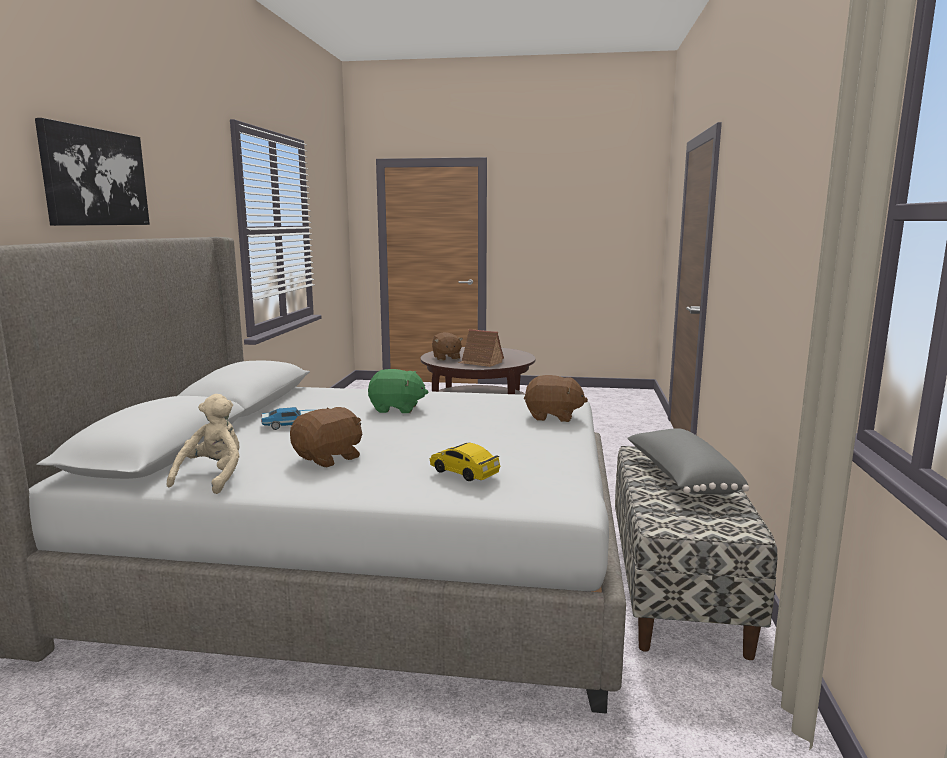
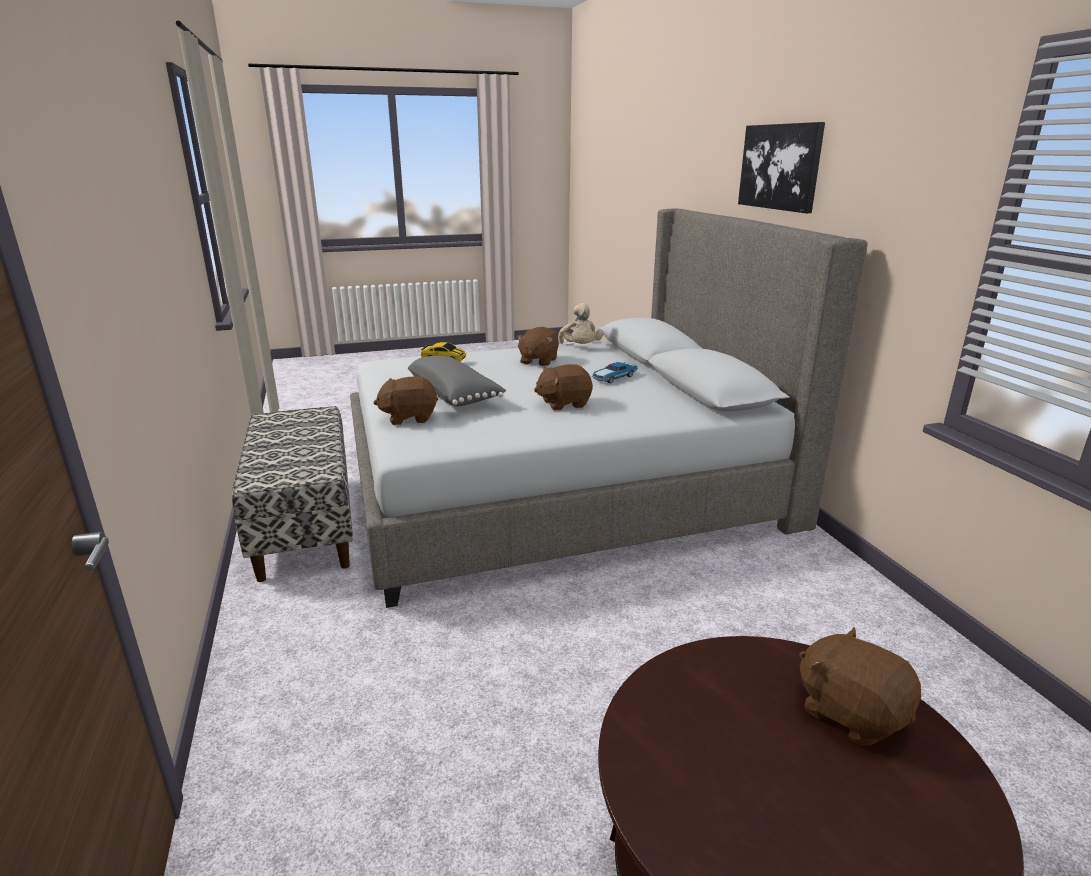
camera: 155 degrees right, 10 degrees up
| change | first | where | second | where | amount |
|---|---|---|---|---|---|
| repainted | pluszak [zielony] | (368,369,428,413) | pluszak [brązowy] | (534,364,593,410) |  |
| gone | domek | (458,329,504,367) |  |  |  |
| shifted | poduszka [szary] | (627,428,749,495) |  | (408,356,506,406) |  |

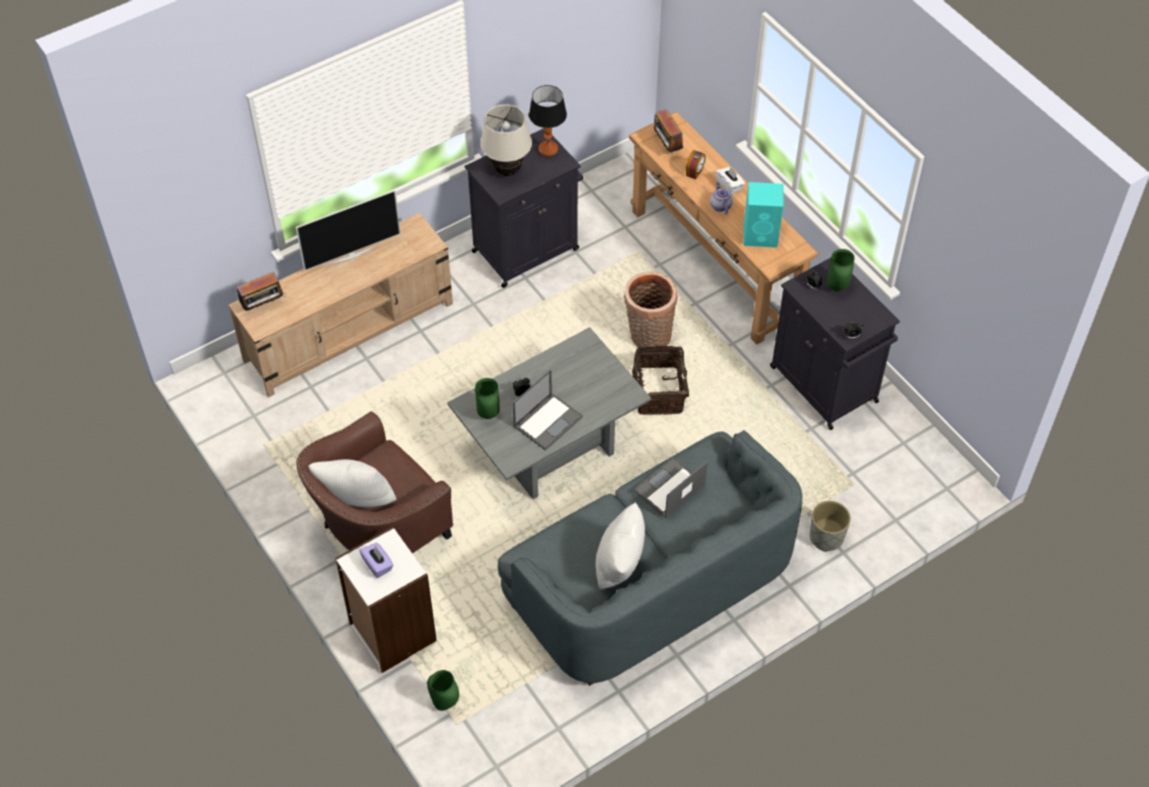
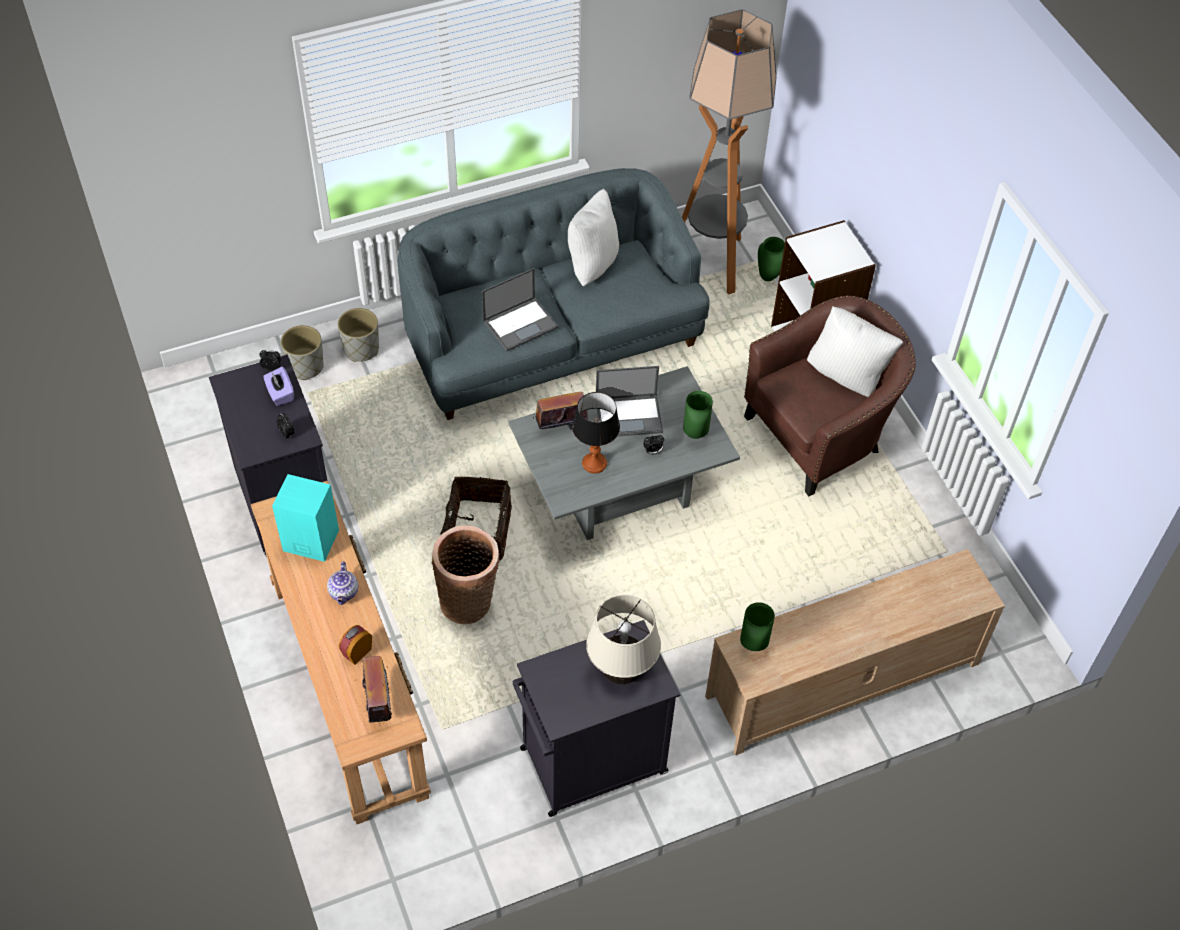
camera: 170 degrees left, 0 degrees up
| change | first | where | second | where | amount |
|---|---|---|---|---|---|
| shifted | radio | (237,272,285,313) |  | (533,386,588,431) |  |
| gone | telewizor | (296,190,401,271) |  |  |  |
| shifted | pudełko chusteczek [fioletowy] | (359,543,393,578) |  | (263,366,294,406) |  |
| rotated | laptop | (513,369,583,451) |  | (596,366,663,437) | 150 degrees counterclockwise |
| shifted | lampa stołowa | (529,85,567,156) |  | (572,392,620,474) |  |
| gone | pudełko chusteczek [biały] | (716,167,745,195) |  |  |  |
| shifted | wazon [zielony] | (827,249,855,292) |  | (740,602,775,651) |  |
| new |  |  | donica [szary] | (281,325,324,380) |  |
| new |  |  | lampa stojąca | (682,9,777,295) |  |

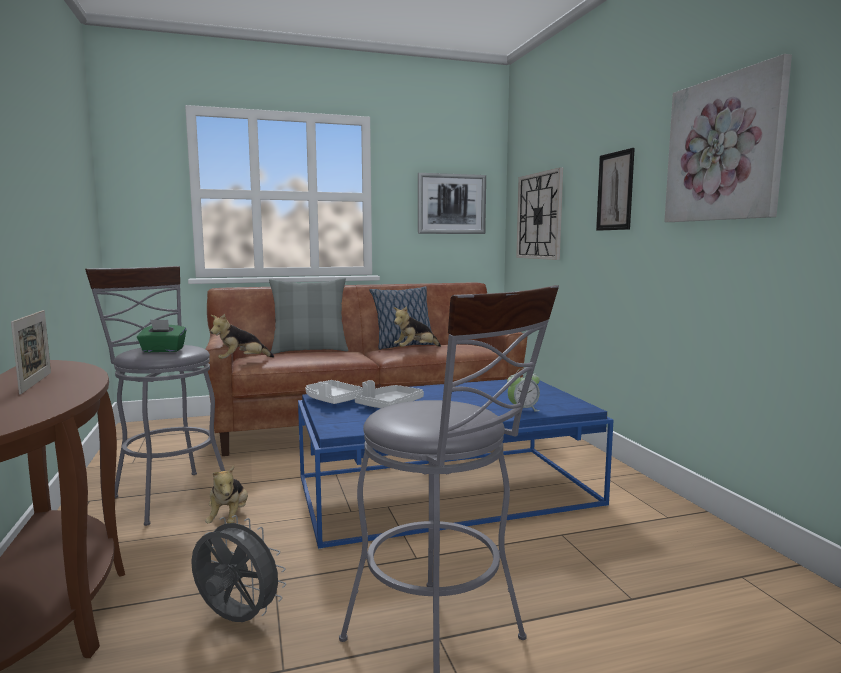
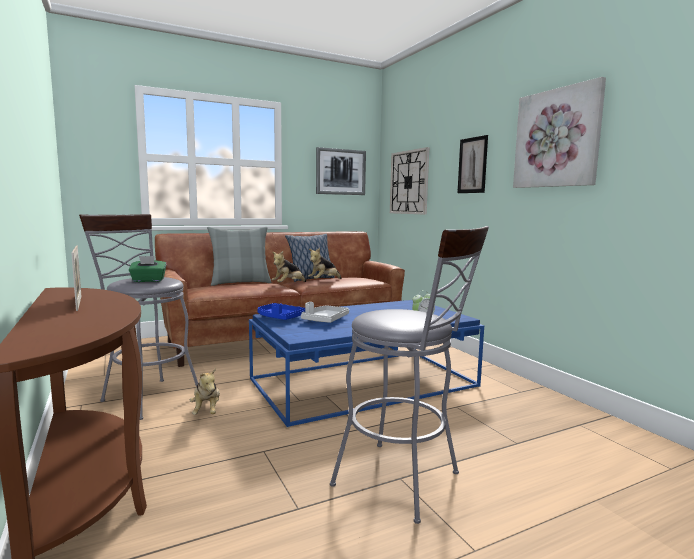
camera: 10 degrees left, 0 degrees up
| change | first | where | second | where | amount |
|---|---|---|---|---|---|
| gone | wentylator [szary] | (191,515,286,622) |  |  |  |
| shifted | pluszak | (210,314,274,359) |  | (272,251,306,283) |  |
| repainted | taca [biały] | (305,380,363,404) | taca [niebieski] | (257,303,305,320) |  |

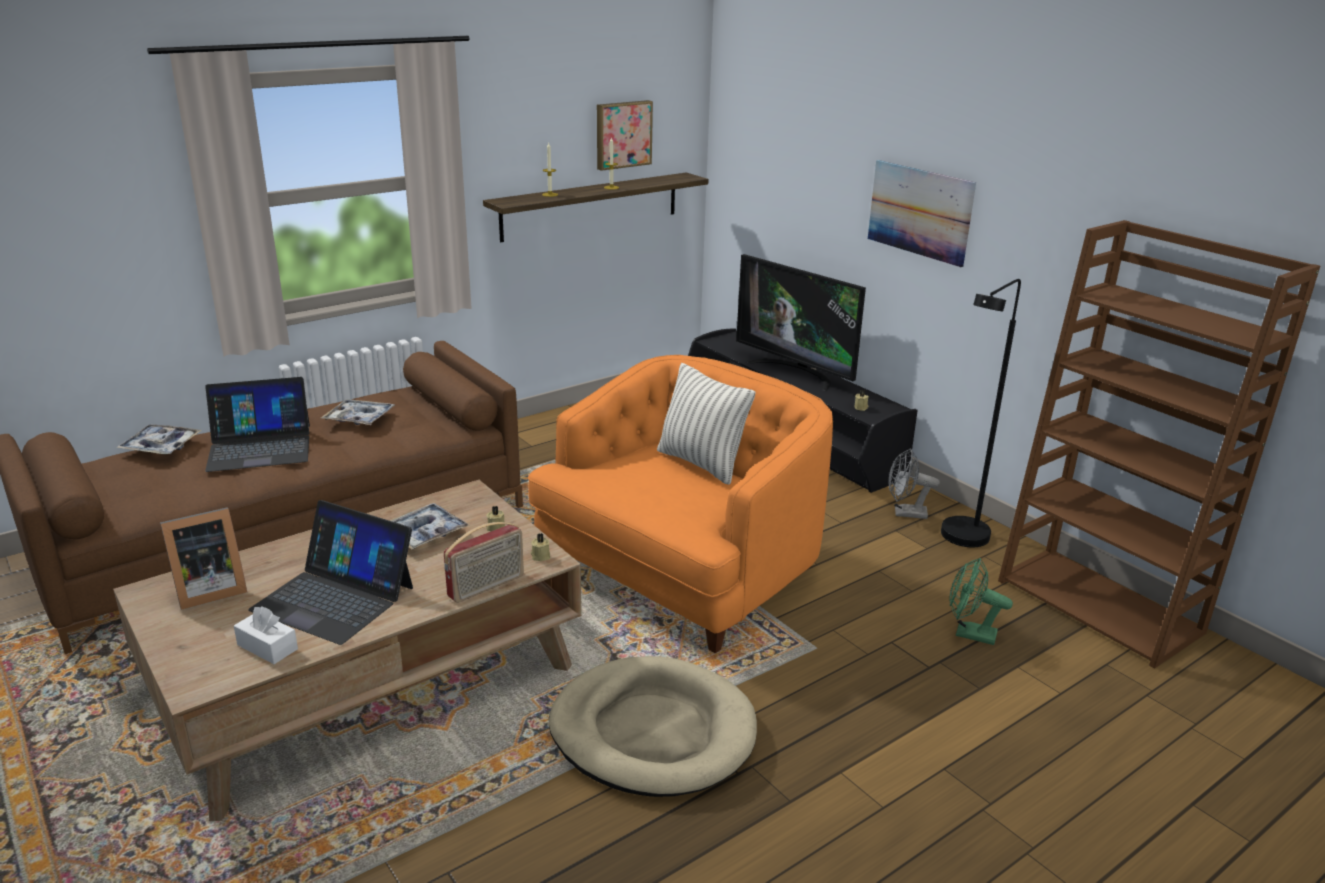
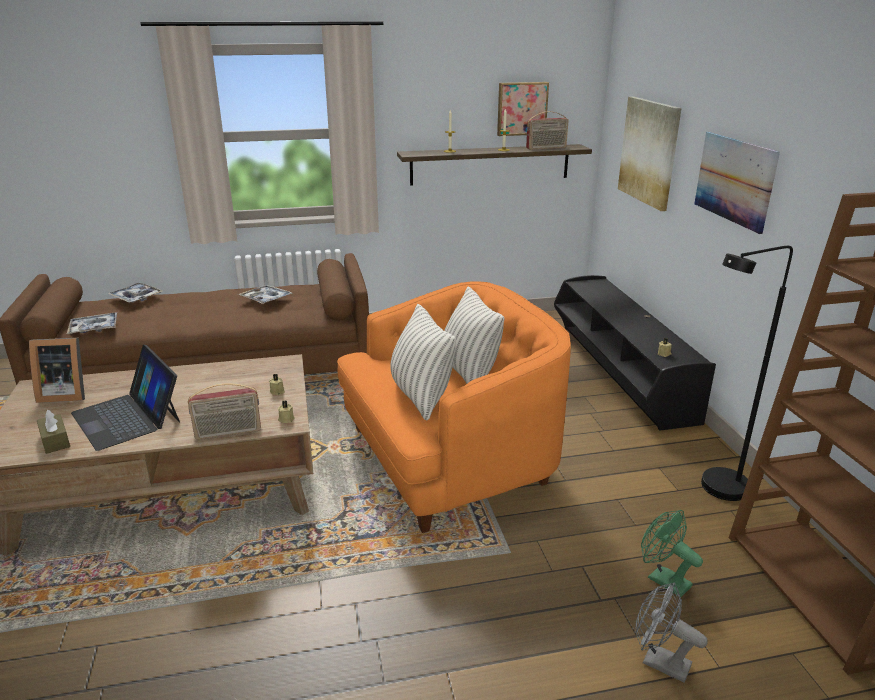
camera: 25 degrees right, 0 degrees up
| change | first | where | second | where | amount |
|---|---|---|---|---|---|
| gone | laptop | (205,377,310,472) |  |  |  |
| repainted | pudełko chusteczek [biały] | (234,606,298,664) | pudełko chusteczek [brązowy] | (37,410,70,454) |  |
| shifted | taca | (391,503,469,549) |  | (67,312,117,334) |  |
| gone | legowisko [beżowy] | (549,656,757,797) |  |  |  |
| gone | telewizor | (736,254,866,391) |  |  |  |
| shifted | wentylator [szary] | (889,449,940,519) |  | (635,583,708,683) |  |
| new |  |  | poduszka | (390,304,456,420) |  |
| new |  |  | radio | (526,111,568,150) |  |
| new |  |  | obraz | (618,97,682,211) |  |

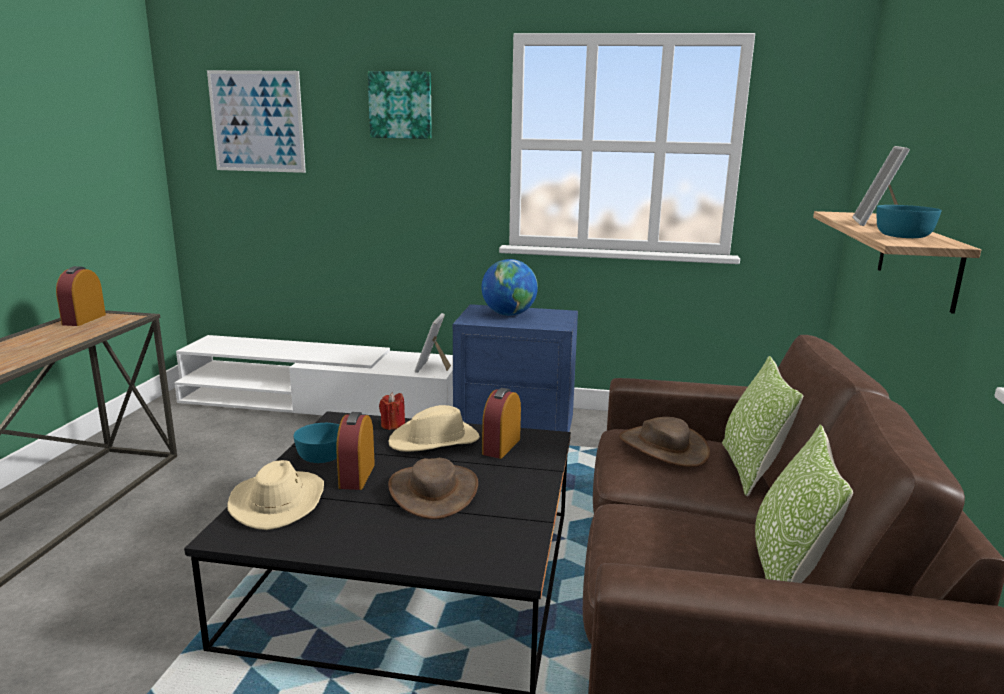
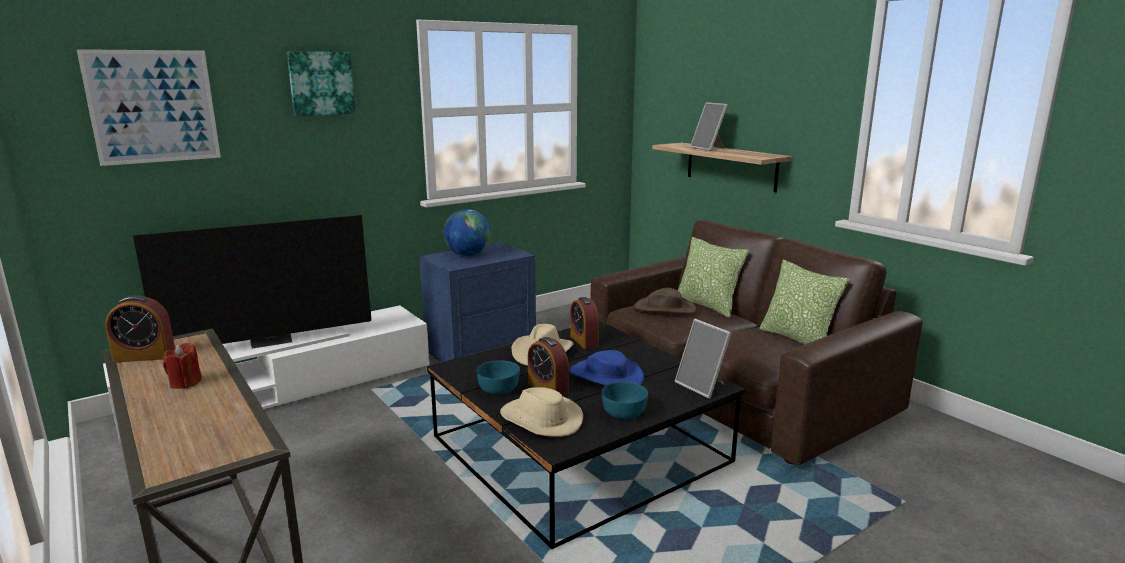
camera: 45 degrees left, 0 degrees up
| change | first | where | second | where | amount |
|---|---|---|---|---|---|
| rotated | budzik | (56,266,106,326) |  | (105,295,175,362) | 60 degrees counterclockwise |
| shifted | świeca [czerwony] | (379,393,405,430) |  | (163,343,202,389) |  |
| repainted | kapelusz [brązowy] | (388,458,478,519) | kapelusz [niebieski] | (569,350,644,385) |  |
| shifted | ramka na zdjęcie | (415,313,451,373) |  | (675,319,731,399) |  |
| shifted | miska [turkusowy] | (877,205,941,238) |  | (601,382,648,419) |  |
| new |  |  | telewizor | (133,215,371,349) |  |

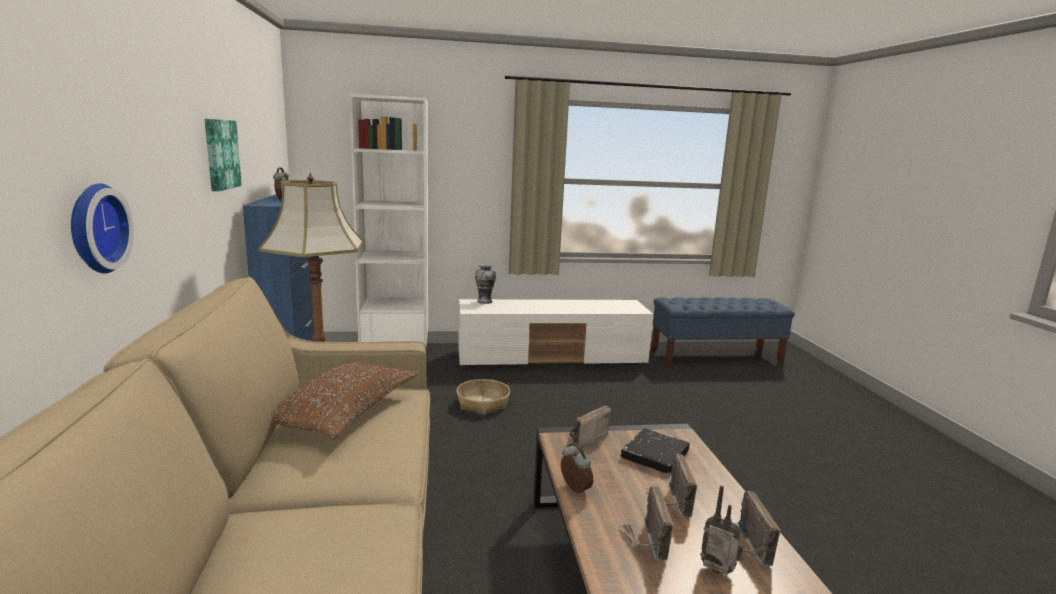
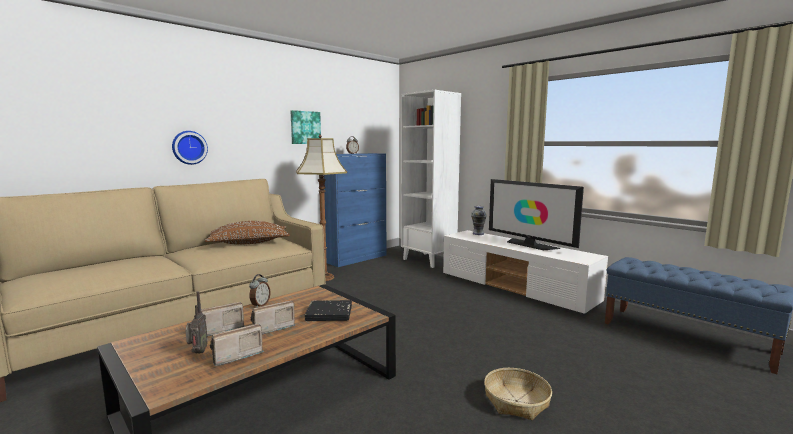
camera: 55 degrees right, 5 degrees down
| change | first | where | second | where | amount |
|---|---|---|---|---|---|
| shifted | koszyk | (457,379,510,414) |  | (484,368,552,420) |  |
| gone | radio | (569,406,611,449) |  |  |  |
| new |  |  | telewizor | (489,179,584,250) |  |

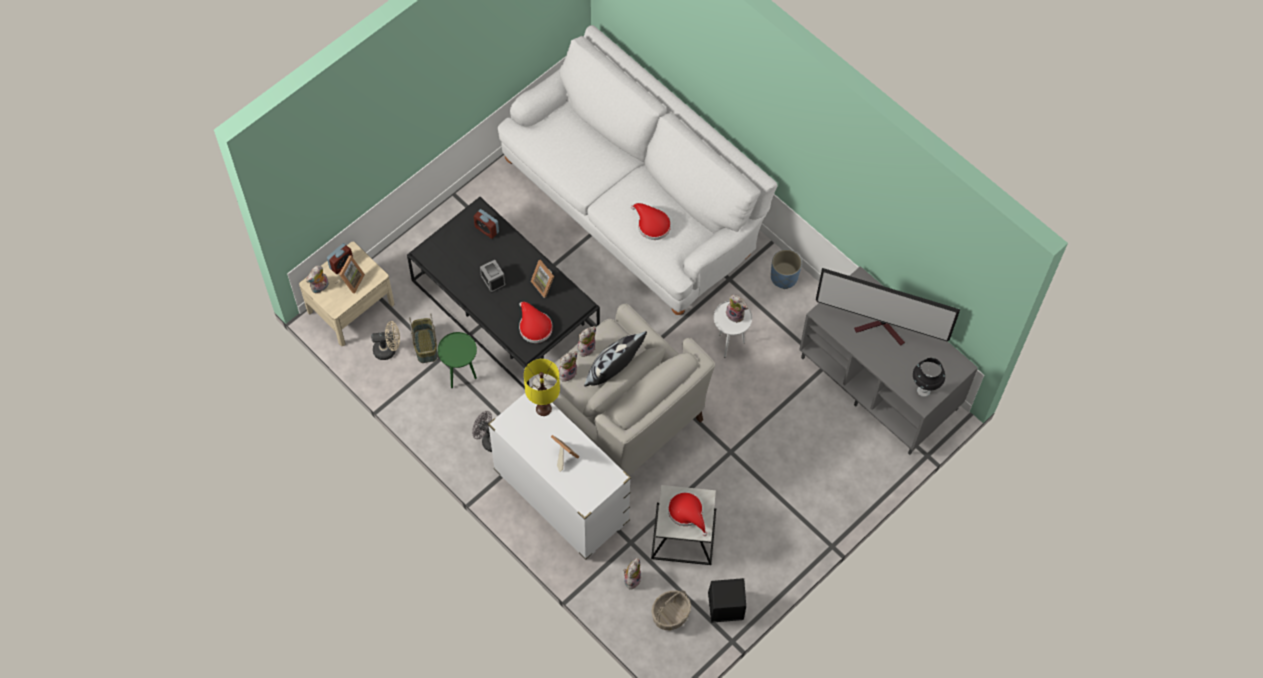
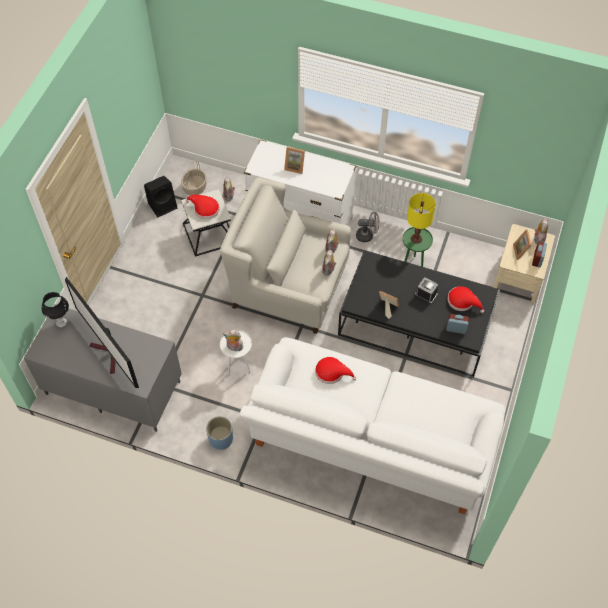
camera: 155 degrees right, 5 degrees down
| change | first | where | second | where | amount |
|---|---|---|---|---|---|
| gone | wentylator [beżowy] | (371,321,400,360) |  |  |  |
| gone | koszyk | (409,314,437,363) |  |  |  |
| shifted | kapelusz [czerwony] | (519,302,552,343) |  | (447,286,484,313) |  |
| shifted | lampa stołowa [żółty] | (524,359,560,416) |  | (407,193,436,244) |  |
| gone | poduszka | (584,331,647,387) |  |  |  |
| rotated | telewizor | (816,268,960,346) |  | (65,277,139,388) | 120 degrees counterclockwise |

